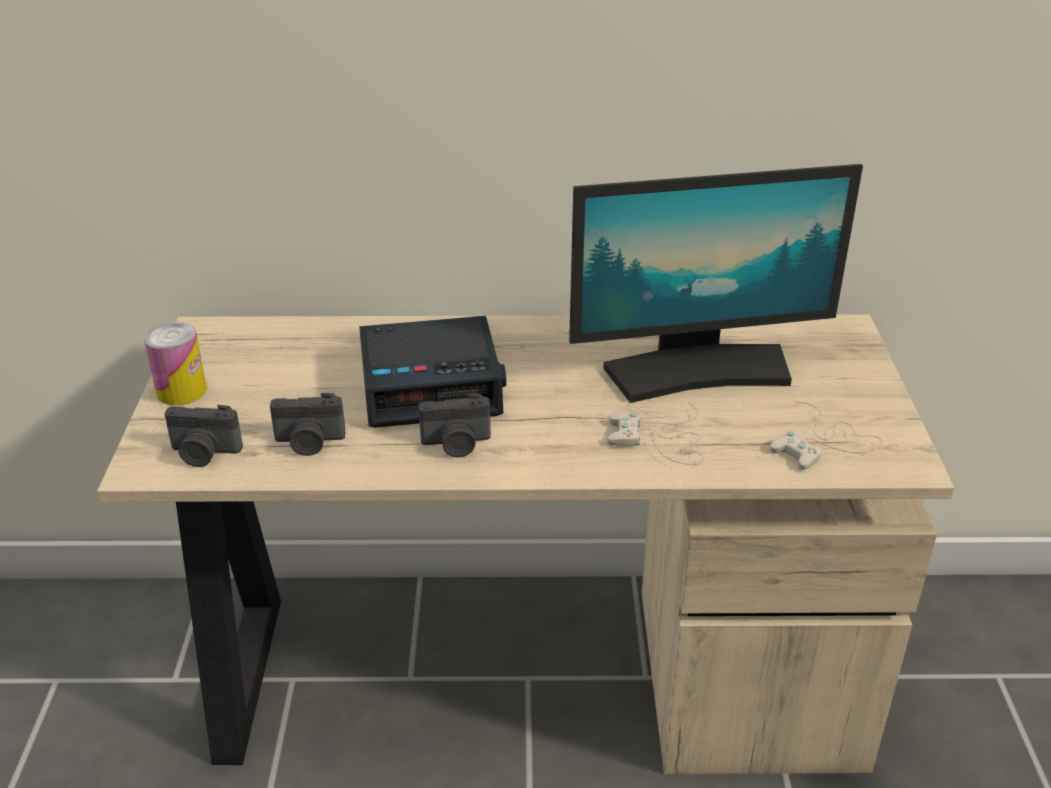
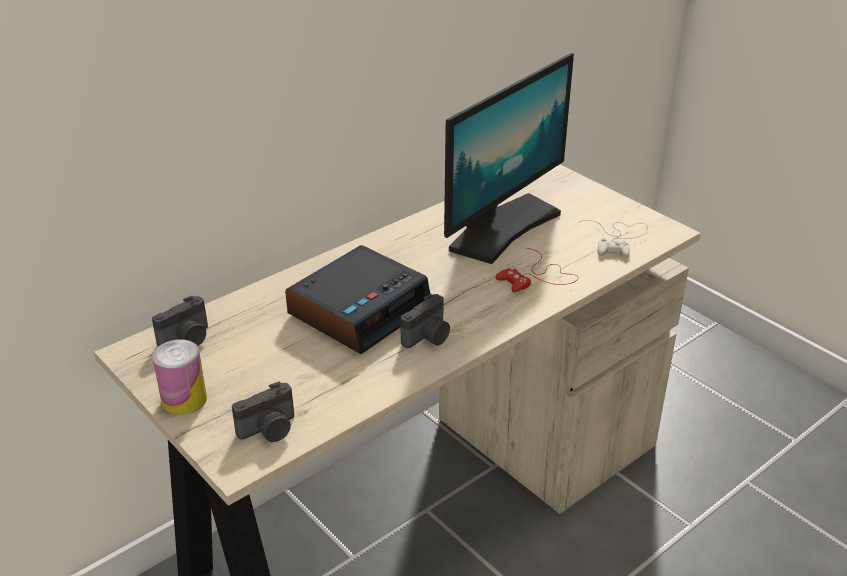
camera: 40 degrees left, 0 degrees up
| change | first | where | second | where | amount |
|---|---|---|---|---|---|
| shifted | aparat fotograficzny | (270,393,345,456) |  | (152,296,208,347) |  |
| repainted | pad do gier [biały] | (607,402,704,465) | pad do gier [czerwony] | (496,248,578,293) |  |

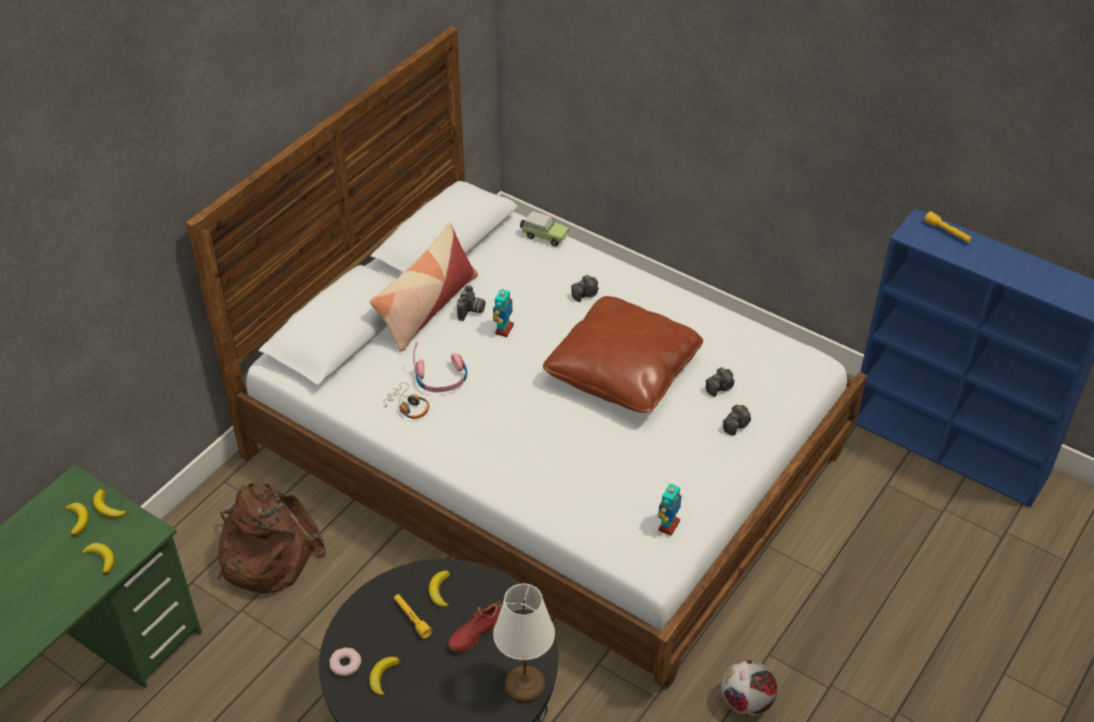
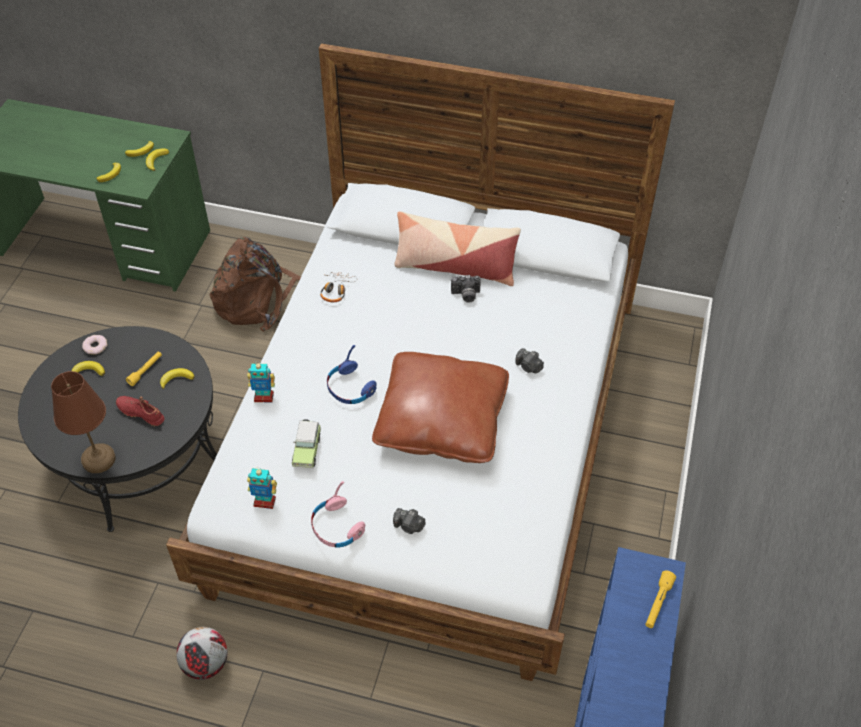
camera: 70 degrees right, 5 degrees up
| change | first | where | second | where | amount |
|---|---|---|---|---|---|
| shifted | słuchawki [różowy] | (413,341,467,392) |  | (311,481,366,547) |  |
| shifted | robot zabawkowy | (492,289,514,337) |  | (247,361,275,402) |  |
| repainted | lampa stołowa [biały] | (493,584,555,704) | lampa stołowa [brązowy] | (51,371,115,473) |  |
| shifted | samochodzik | (520,211,569,246) |  | (292,419,321,468) |  |
| gone | aparat fotograficzny | (706,367,735,397) |  |  |  |
| new |  |  | słuchawki [niebieski] | (327,345,377,404) |  |

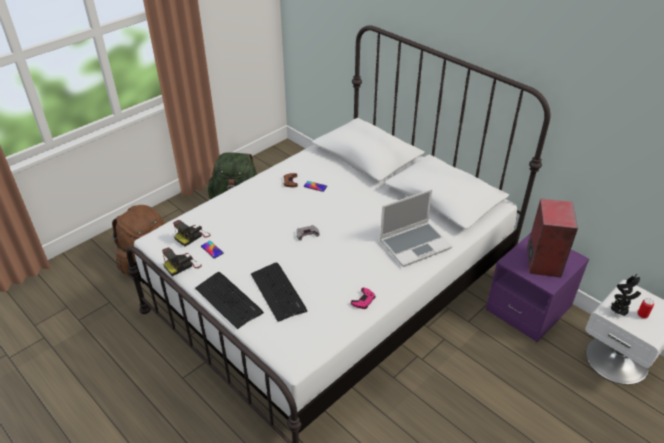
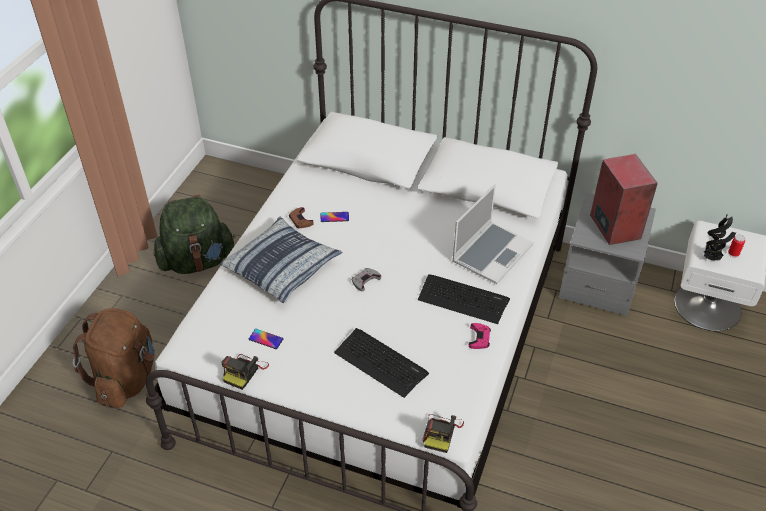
camera: 25 degrees left, 5 degrees up
| change | first | where | second | where | amount |
|---|---|---|---|---|---|
| shifted | aparat fotograficzny | (173,220,211,247) |  | (423,414,464,453) |  |
| shifted | klawiatura | (195,272,264,329) |  | (418,274,510,324) |  |
| repainted | szafka nocna [fioletowy] | (486,233,589,342) | szafka nocna [szary] | (559,193,656,316) |  |
| new |  |  | poduszka | (220,217,342,304) |  |

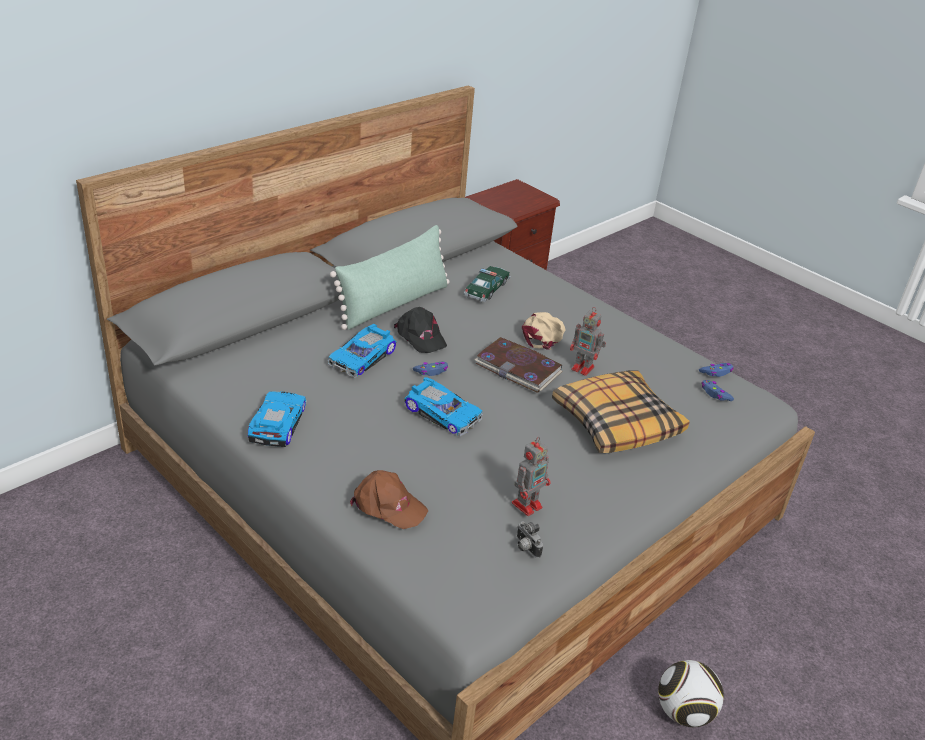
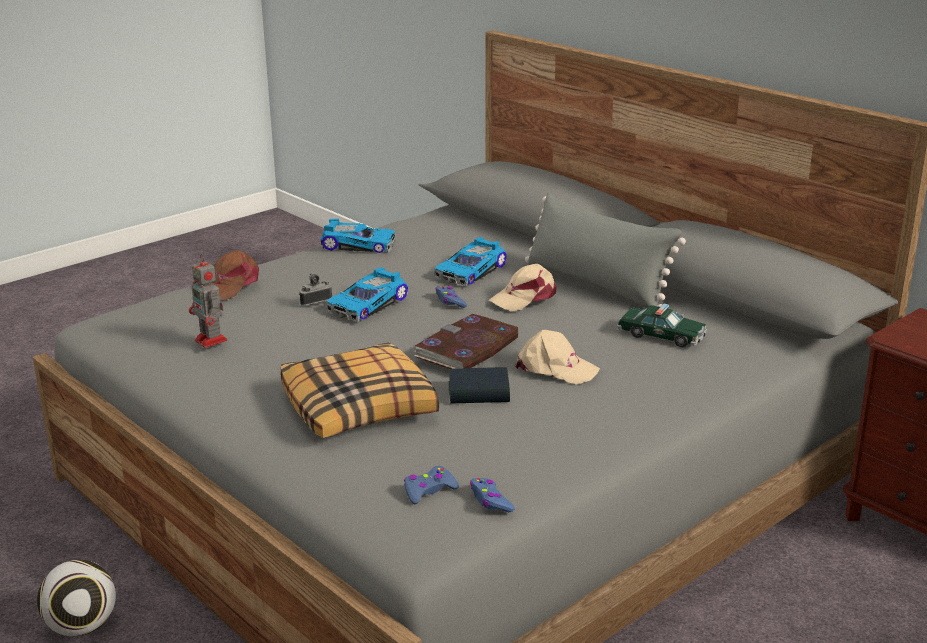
camera: 95 degrees right, 10 degrees down
| change | first | where | second | where | amount |
|---|---|---|---|---|---|
| rotated | samochodzik | (327,324,396,378) |  | (433,237,507,286) | 90 degrees counterclockwise |
| repainted | poduszka [zielony] | (330,225,449,330) | poduszka [szary] | (525,193,686,308) |  |
| repainted | czapka z daszkiem [czarny] | (394,307,447,353) | czapka z daszkiem [beżowy] | (489,264,557,311) |  |
| shifted | aparat fotograficzny | (517,522,543,558) |  | (299,273,332,306) |  |
| swapped | robot zabawkowy | (570,307,606,376) | książka | (449,367,510,404) |  |

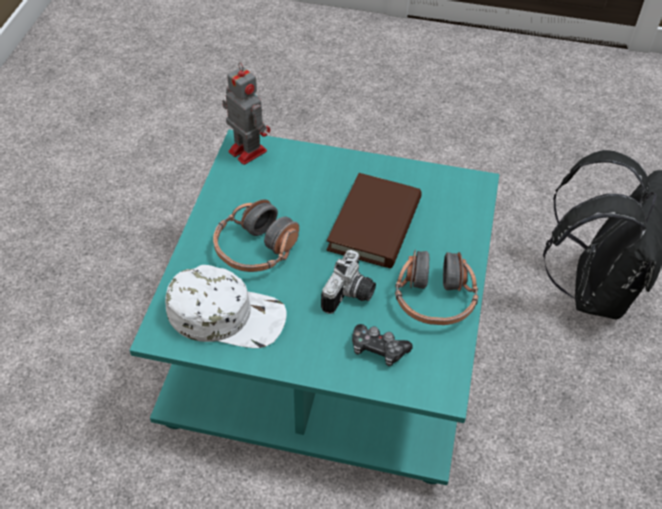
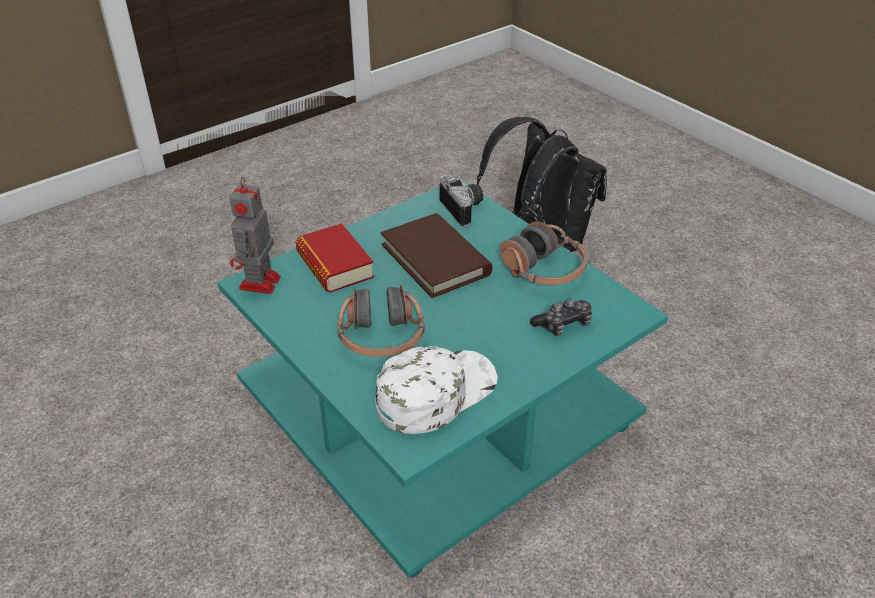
camera: 50 degrees left, 10 degrees down
| change | first | where | second | where | amount |
|---|---|---|---|---|---|
| rotated | robot zabawkowy | (222,62,270,165) |  | (229,177,281,294) | 75 degrees counterclockwise |
| shifted | aparat fotograficzny | (321,250,376,314) |  | (440,175,483,226) |  |
| new |  |  | książka | (295,223,374,292) |  |

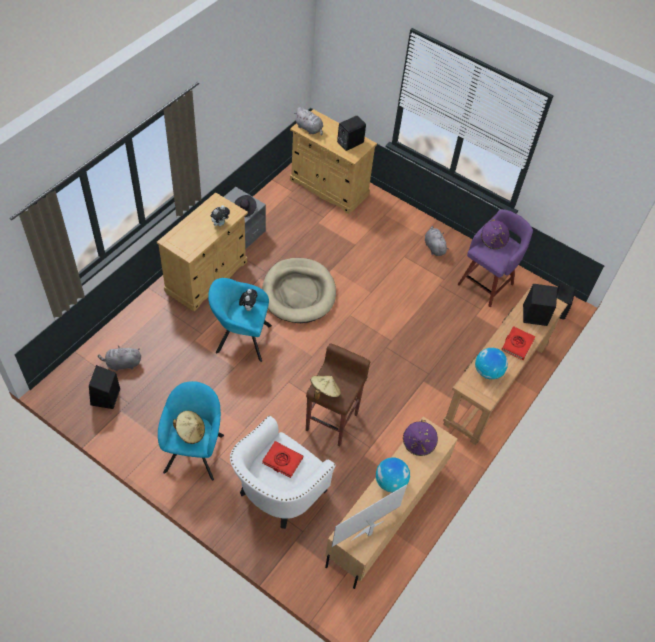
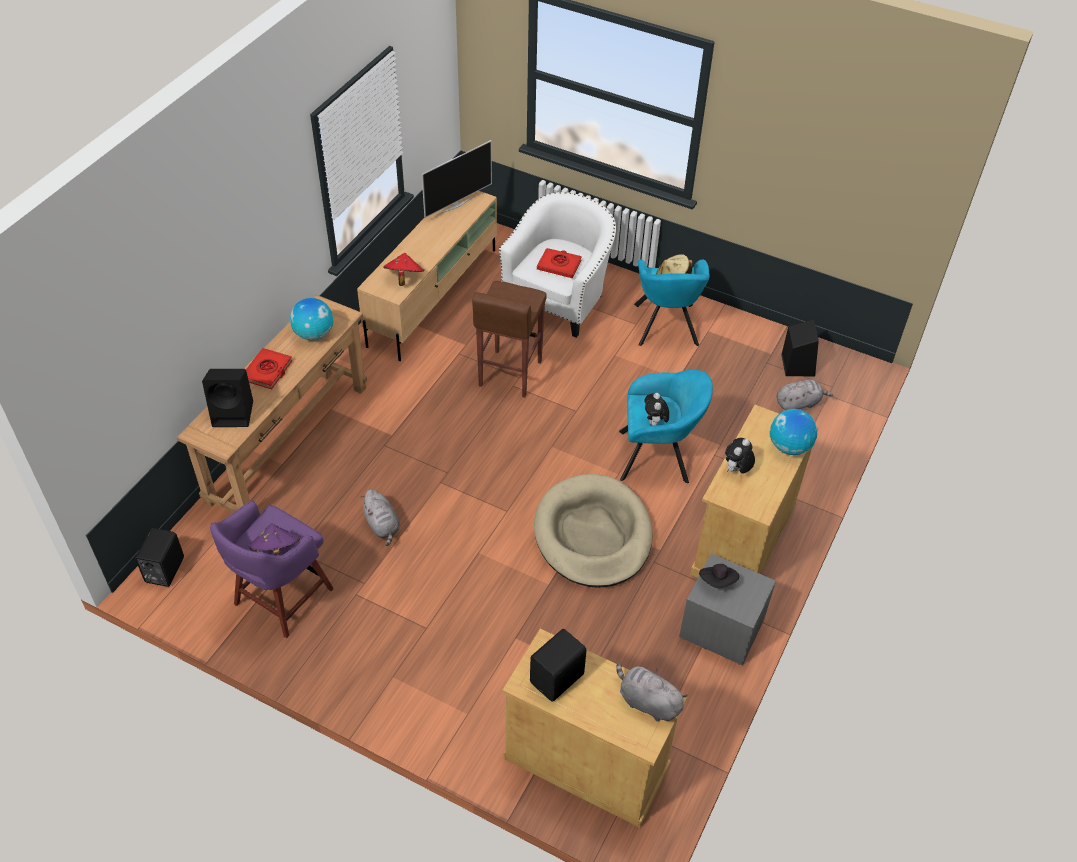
camera: 175 degrees right, 5 degrees down
| change | first | where | second | where | amount |
|---|---|---|---|---|---|
| gone | kapelusz [beżowy] | (310,376,341,400) |  |  |  |
| shifted | globus | (376,457,410,493) |  | (770,409,817,455) |  |
| repainted | kapelusz [fioletowy] | (403,420,438,456) | kapelusz [czerwony] | (383,253,424,286) |  |
| shifted | pluszak [szary] | (425,226,449,256) |  | (360,489,400,546) |  |

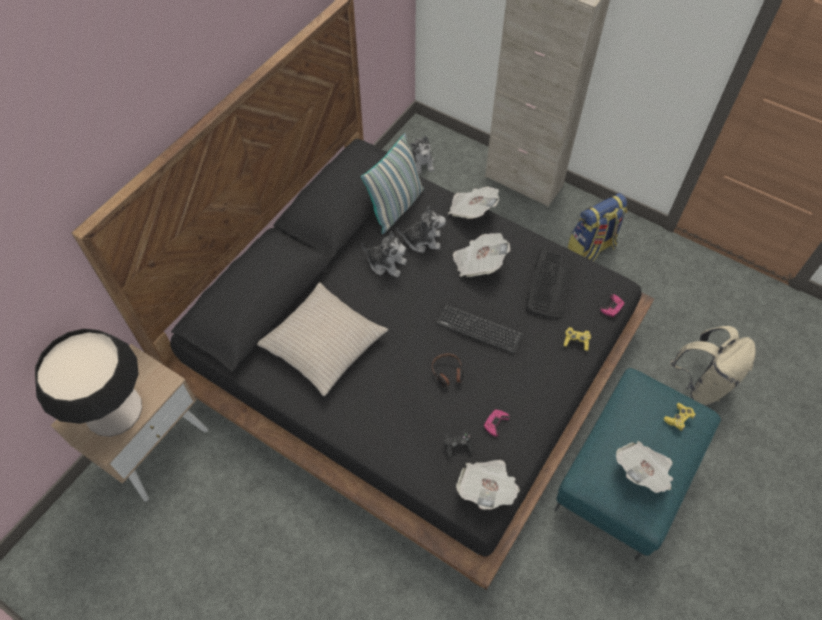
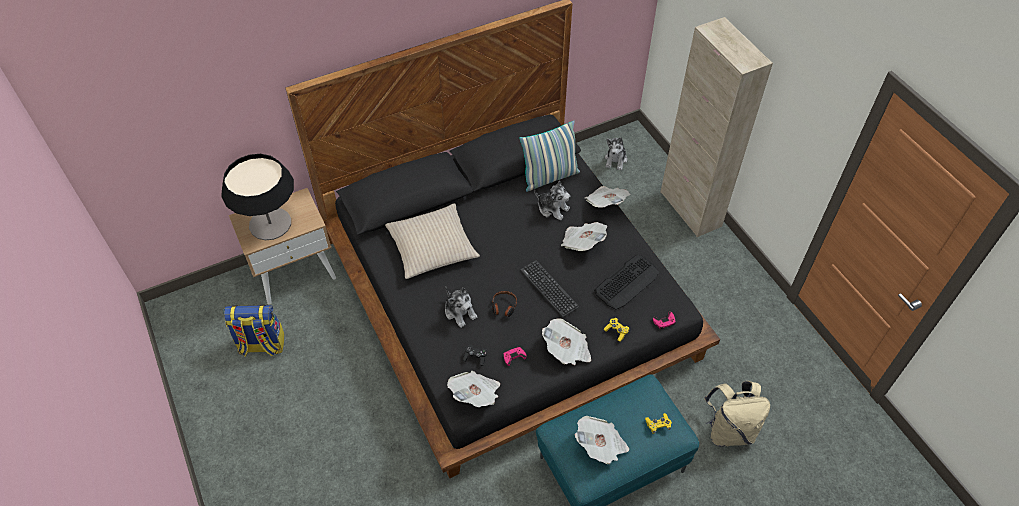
camera: 30 degrees right, 5 degrees down
| change | first | where | second | where | amount |
|---|---|---|---|---|---|
| shifted | pluszak | (362,232,407,277) |  | (445,287,477,328) |  |
| shifted | plecak | (568,193,627,261) |  | (224,305,285,357) |  |
| new |  |  | gazeta | (542,318,591,365) |  |

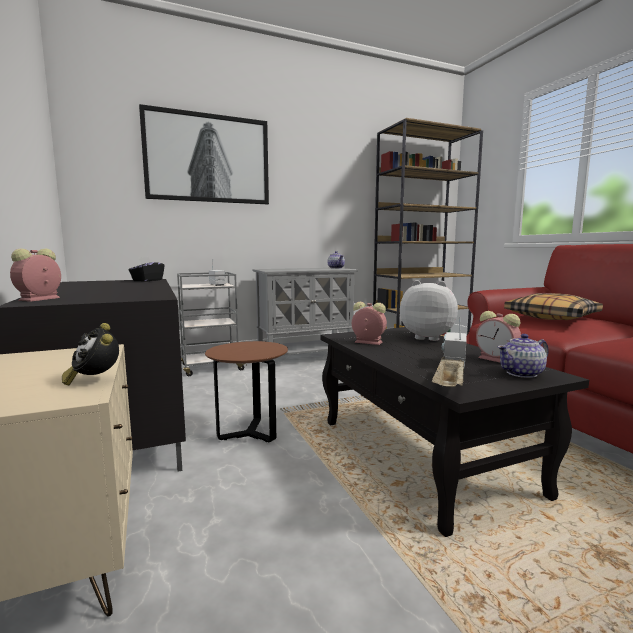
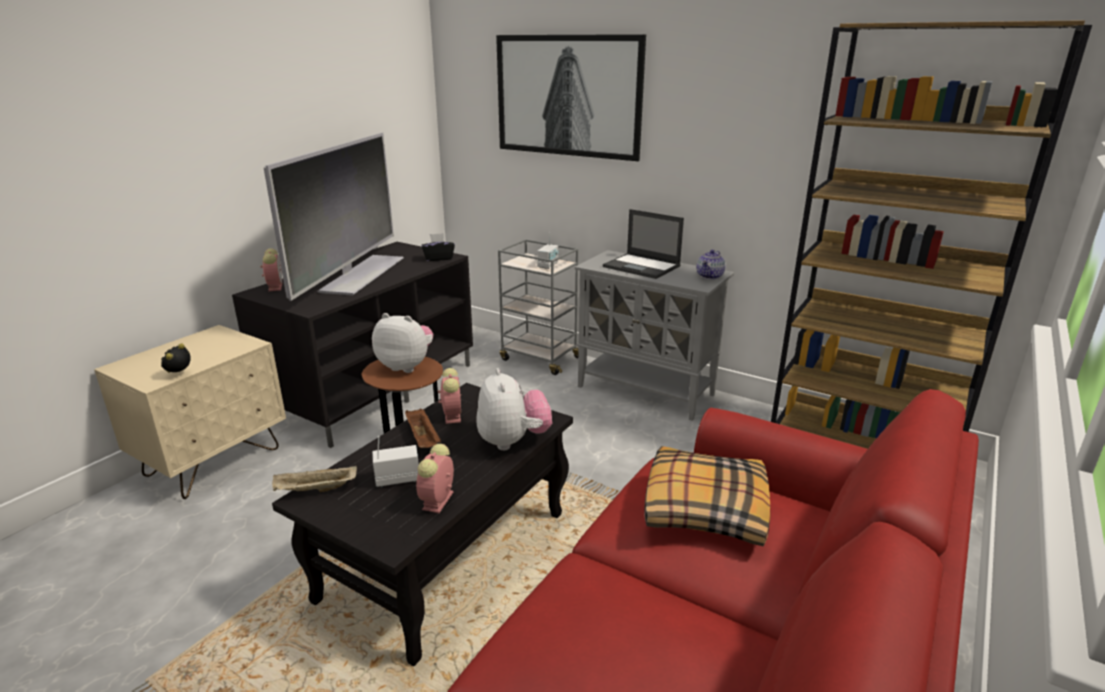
camera: 55 degrees right, 15 degrees up
| change | first | where | second | where | amount |
|---|---|---|---|---|---|
| rotated | budzik | (10,248,61,302) |  | (260,248,283,292) | 90 degrees clockwise |
| gone | imbryk | (497,334,549,378) |  |  |  |
| new |  |  | telewizor | (264,132,404,301) |  |
| new |  |  | pluszak | (372,313,433,373) |  |
| new |  |  | taca [brązowy] | (405,409,441,448) |  |
| new |  |  | laptop | (603,209,684,279) |  |

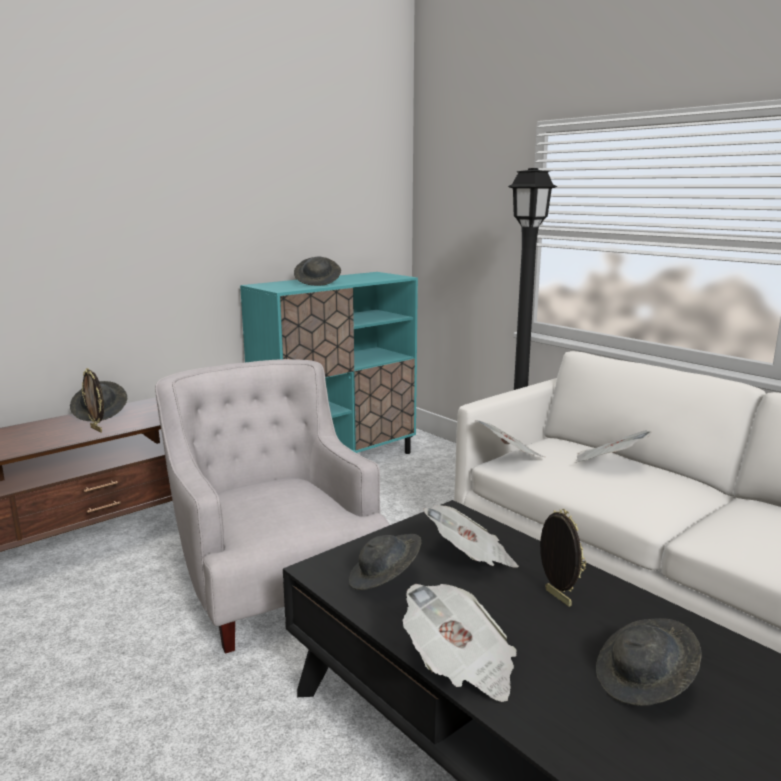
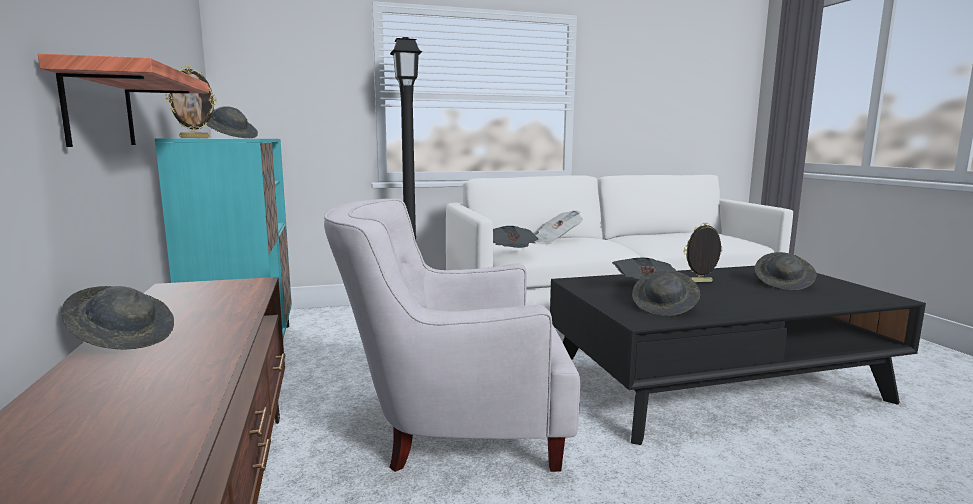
camera: 65 degrees left, 5 degrees down
| change | first | where | second | where | amount |
|---|---|---|---|---|---|
| shifted | ramka na zdjęcie | (81,368,104,433) |  | (165,66,217,138) |  |
| gone | gazeta | (402,584,517,702) |  |  |  |
| new |  |  | półka | (38,53,209,147) |  |

